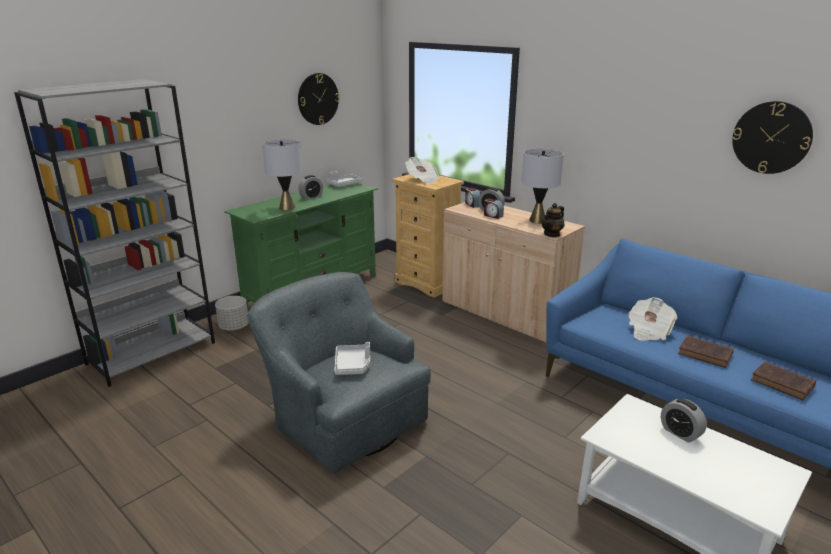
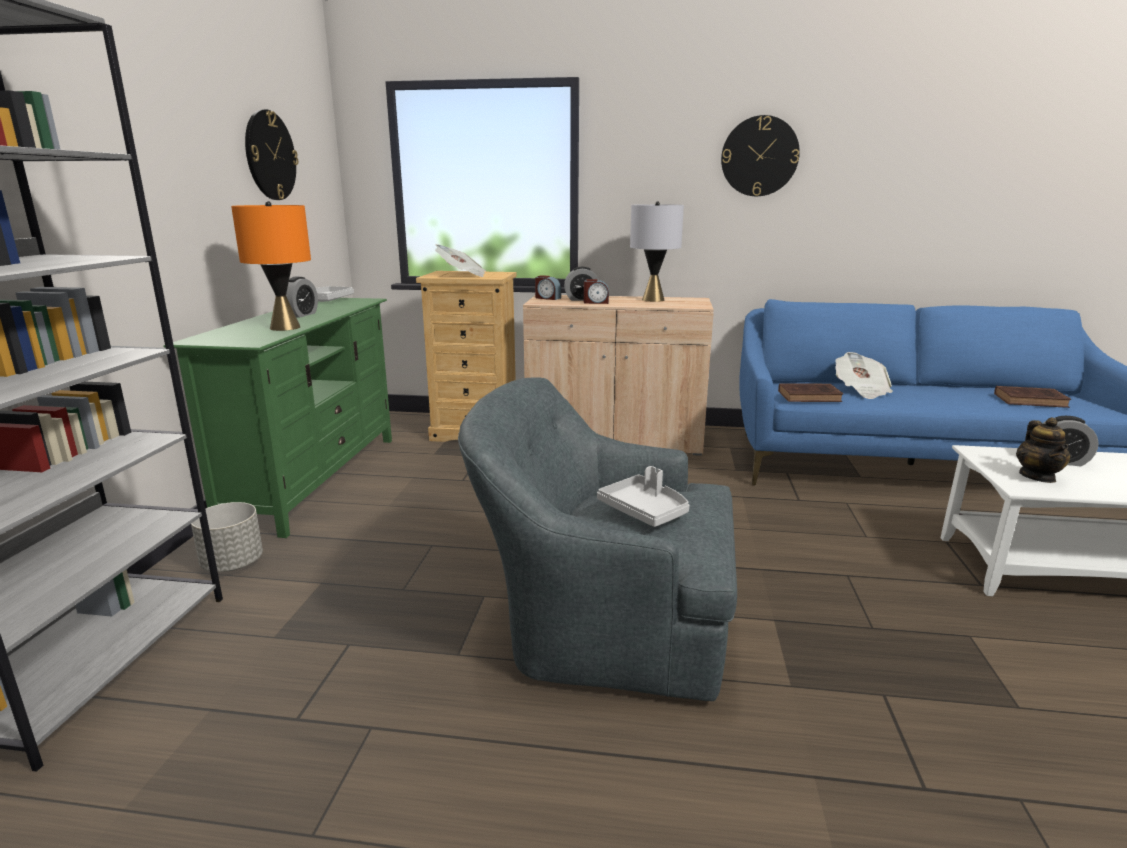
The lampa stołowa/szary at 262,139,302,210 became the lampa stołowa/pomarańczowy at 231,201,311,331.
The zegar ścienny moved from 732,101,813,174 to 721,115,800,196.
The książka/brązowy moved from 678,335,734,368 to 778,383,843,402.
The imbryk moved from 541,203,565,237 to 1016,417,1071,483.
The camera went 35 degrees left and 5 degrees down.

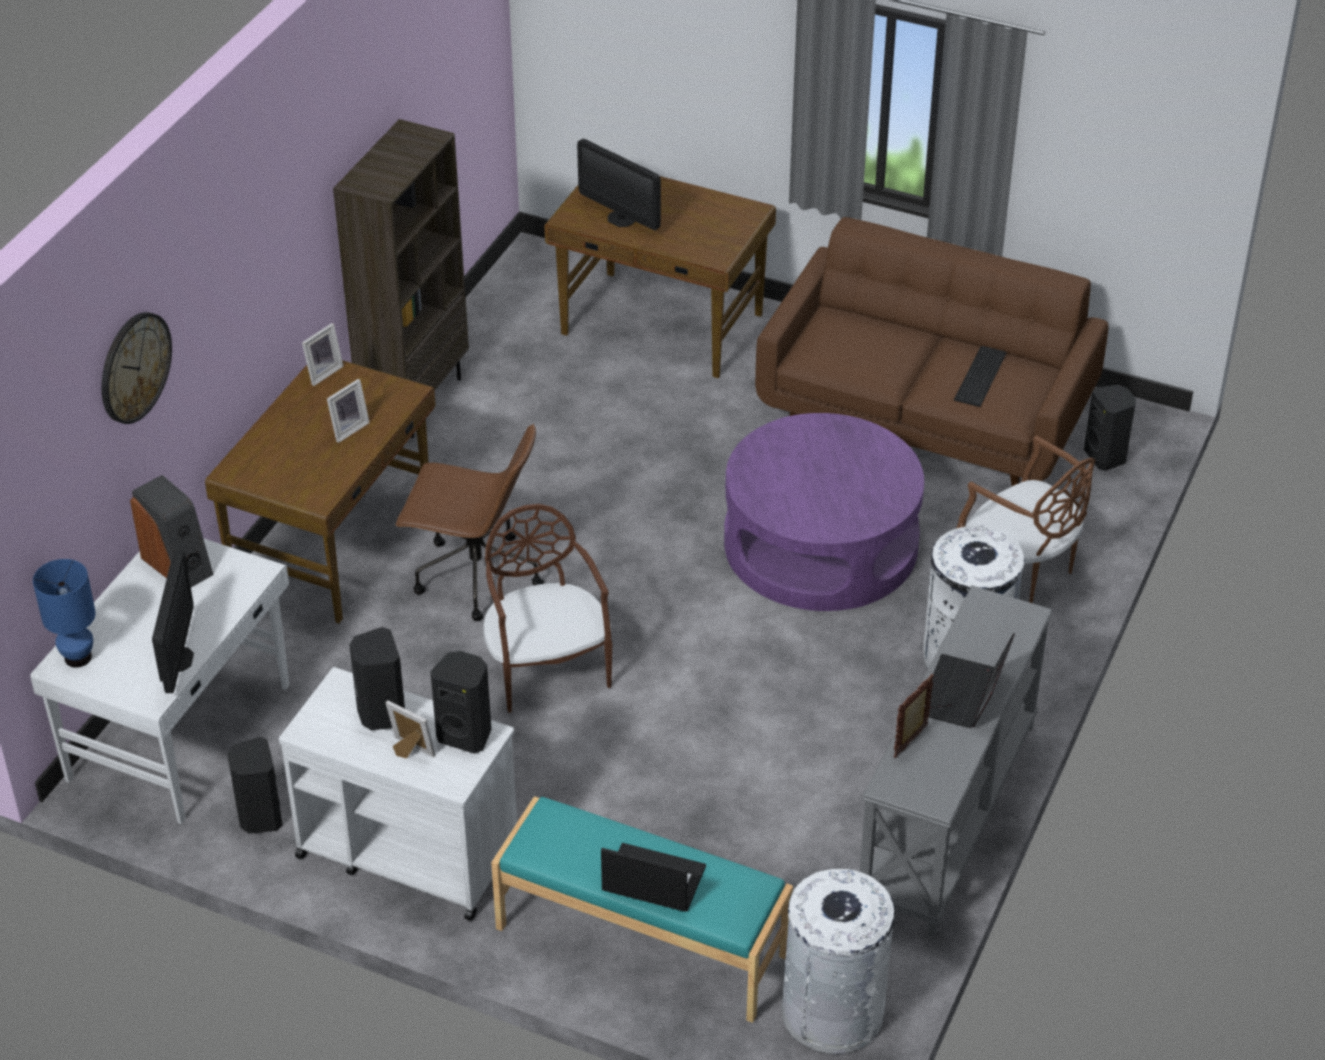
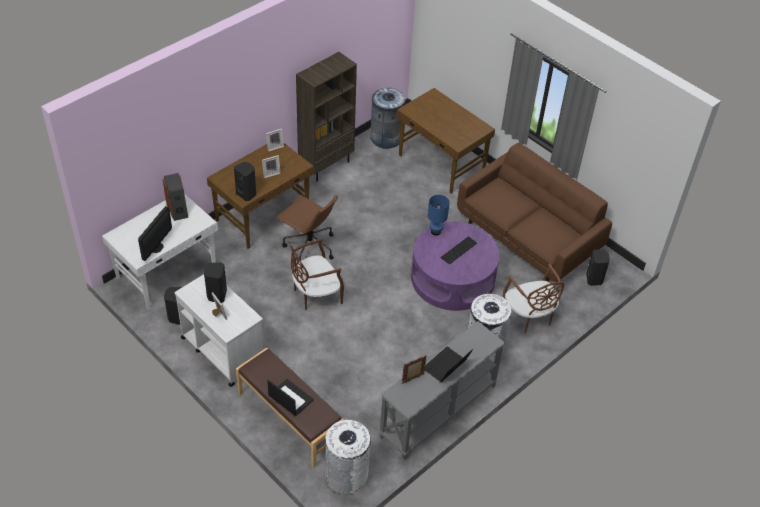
The głośnik/czarny moved from 430,651,491,754 to 234,162,256,201.
The ławka/turkusowy at 491,796,793,1023 became the ławka/brązowy at 236,348,343,468.
The krzesło/brązowy at 483,504,612,713 turned 120 degrees counterclockwise.
The kosz na śmieci/szary at 370,88,405,149 appeared.
The lampa stołowa/niebieski moved from 33,559,96,668 to 428,195,450,236.
The klawiatura moved from 954,346,1007,407 to 440,237,477,264.
The zegar ścienny at 101,312,172,424 disappeared.
The monitor at 577,139,661,230 disappeared.
The camera went 20 degrees right and 5 degrees up.

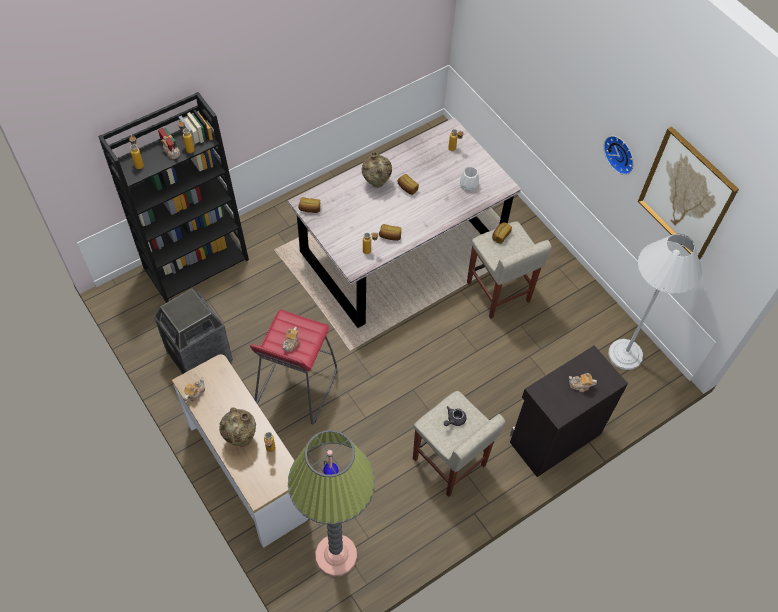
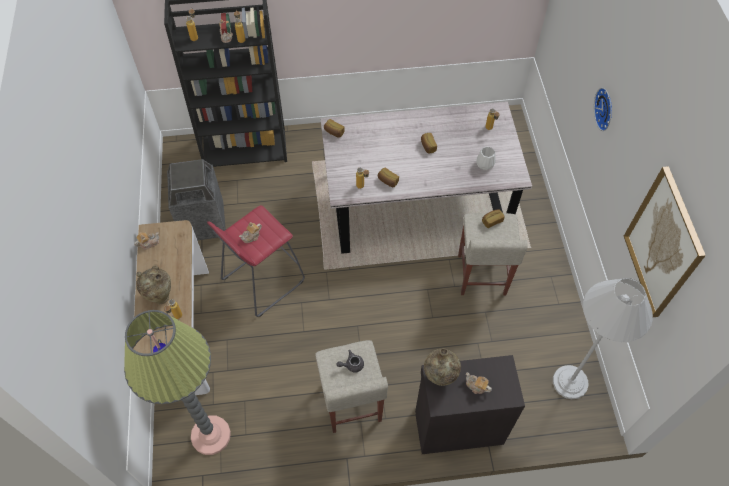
The wazon/beżowy moved from 362,152,392,188 to 424,348,461,386.
The zegar ścienny moved from 604,136,634,175 to 594,88,612,131.
The camera went 30 degrees right and 0 degrees up.

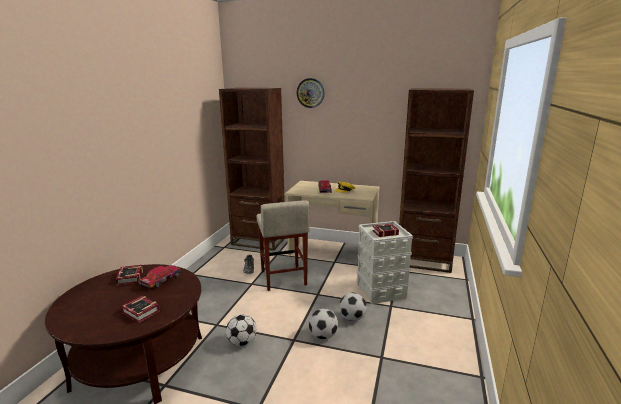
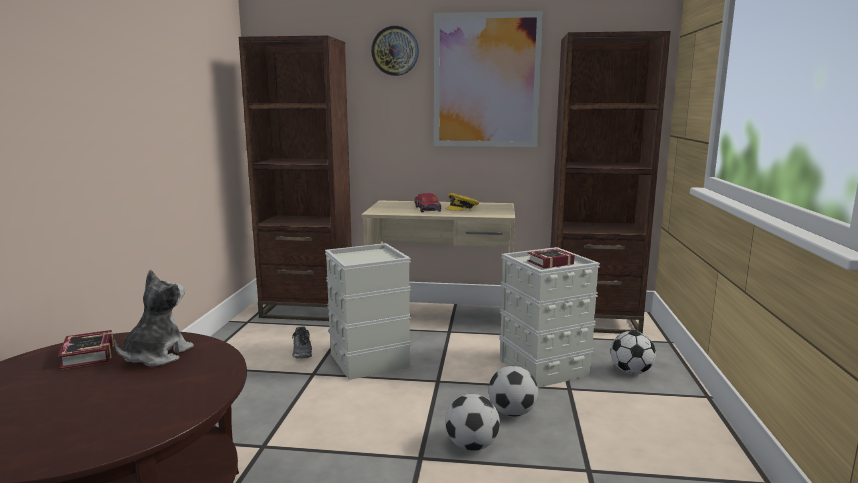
The samochodzik at 138,265,181,289 was replaced by the pluszak at 114,270,194,367.
The stołek/beżowy at 257,200,310,291 was replaced by the pojemnik do przechowywania/szary at 325,243,412,380.
The obraz at 434,11,543,147 appeared.
The piłka futbolowa moved from 226,314,257,346 to 611,331,656,374.
The książka at 120,295,160,323 disappeared.
The camera went 10 degrees left and 5 degrees down.

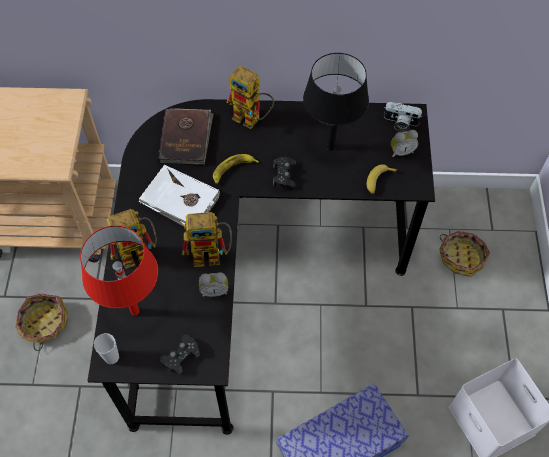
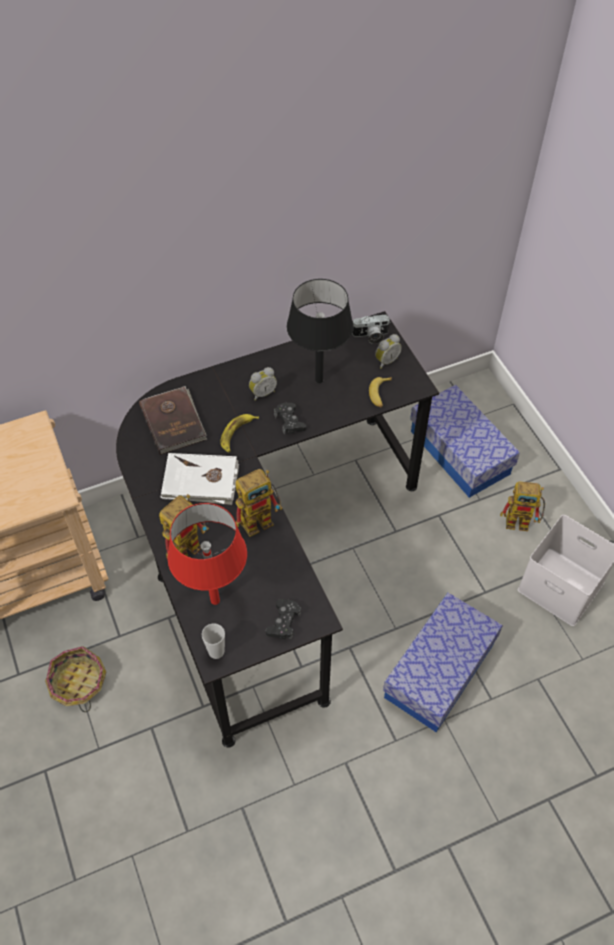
The budzik moved from 199,272,228,297 to 249,367,277,401.
The koszyk at 439,231,490,277 was replaced by the pojemnik do przechowywania at 410,385,520,498.
The robot zabawkowy moved from 226,66,274,129 to 500,481,545,531.
The camera went 25 degrees left and 5 degrees down.

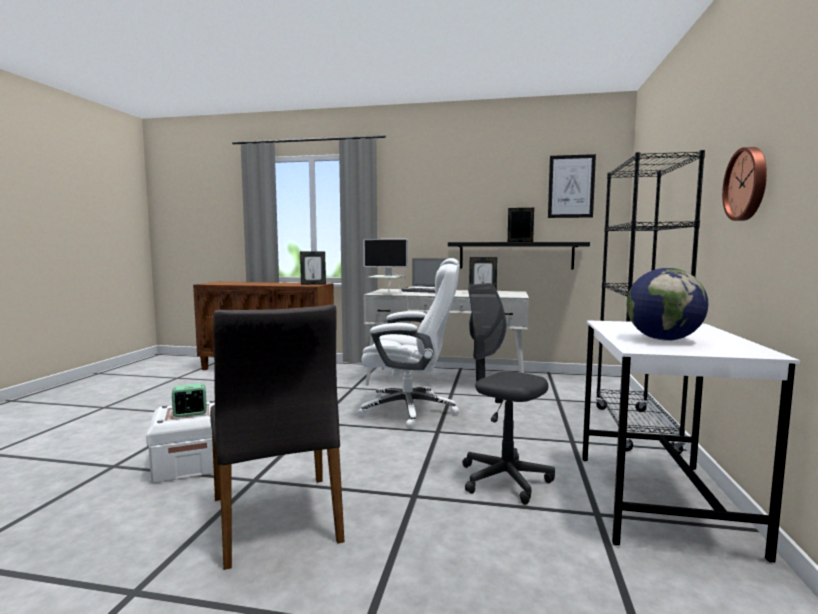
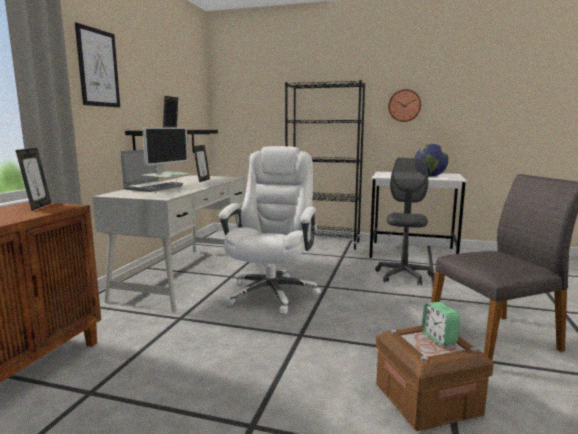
The obraz moved from 548,154,596,218 to 75,23,120,107.
The krzesło biurowe/szary at 463,283,555,505 turned 150 degrees clockwise.
The pojemnik do przechowywania/biały at 146,400,215,483 became the pojemnik do przechowywania/brązowy at 376,326,494,431.
The camera went 85 degrees left and 5 degrees up.

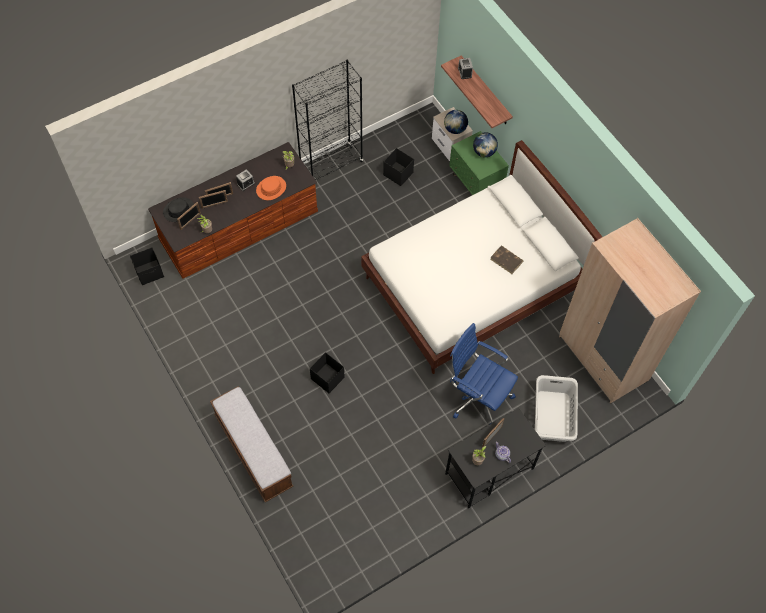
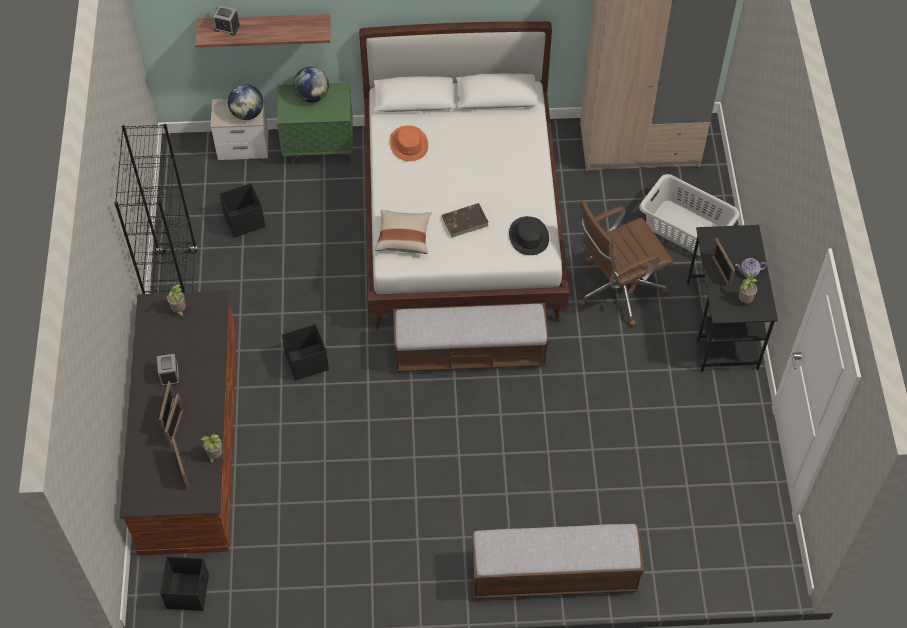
The pojemnik do przechowywania/czarny moved from 310,352,345,393 to 282,324,329,381.
The poduszka/beżowy at 375,210,431,254 appeared.
The kapelusz/pomarańczowy moved from 256,176,286,200 to 390,125,428,161.
The ławka at 393,303,549,372 appeared.
The książka/brązowy moved from 490,245,524,274 to 442,203,489,238.
The kapelusz/czarny moved from 163,197,194,222 to 509,216,549,255.
The krzesło biurowe/niebieski at 450,323,518,424 became the krzesło biurowe/brązowy at 579,199,673,328.
The camera went 60 degrees left and 5 degrees down.

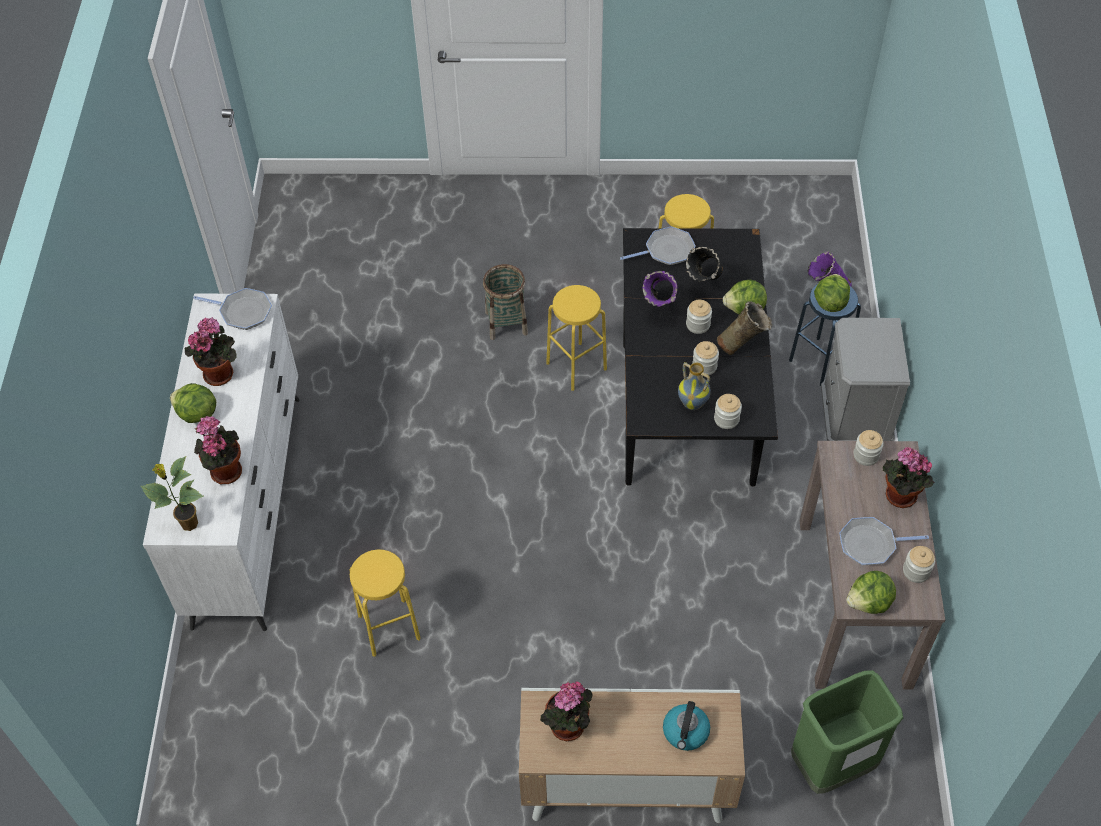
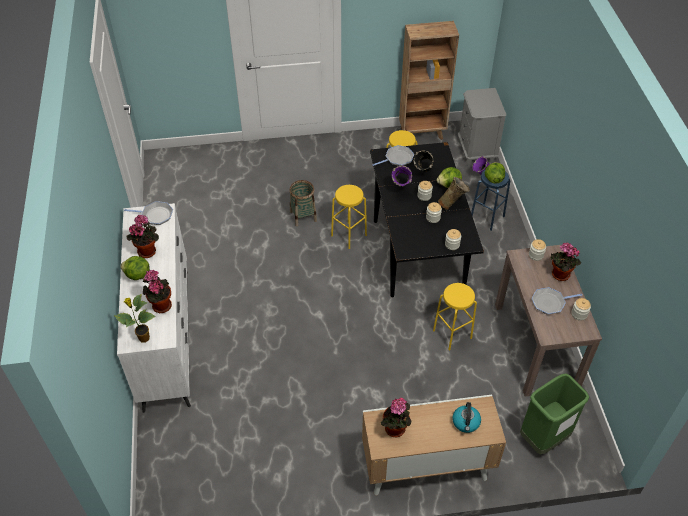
The regał/brązowy at 399,21,459,140 appeared.
The stołek/żółty moved from 349,549,421,657 to 433,283,477,350.
The szafka nocna/szary moved from 821,318,910,441 to 458,88,506,166.
The wazon at 678,362,711,410 disappeared.
The sałata at 846,571,896,614 disappeared.
The camera went 10 degrees left and 5 degrees down.

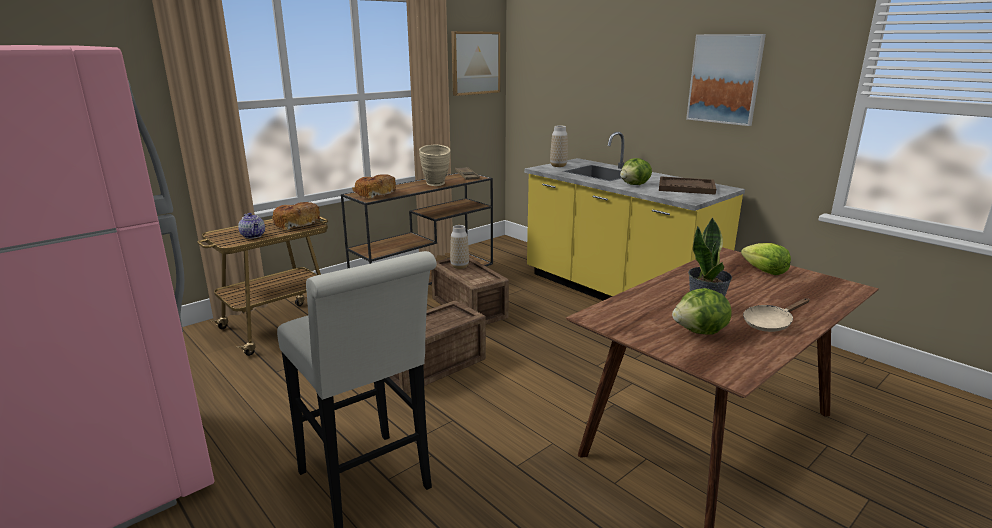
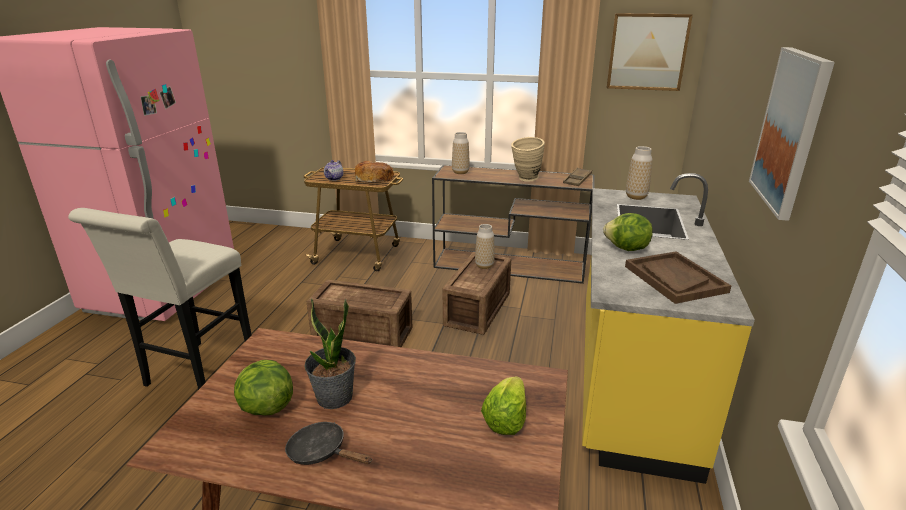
The patelnia/beżowy at 743,298,810,332 became the patelnia/czarny at 285,422,372,465.
The chleb at 352,174,396,199 was replaced by the wazon at 452,132,470,174.
The camera went 55 degrees right and 5 degrees up.

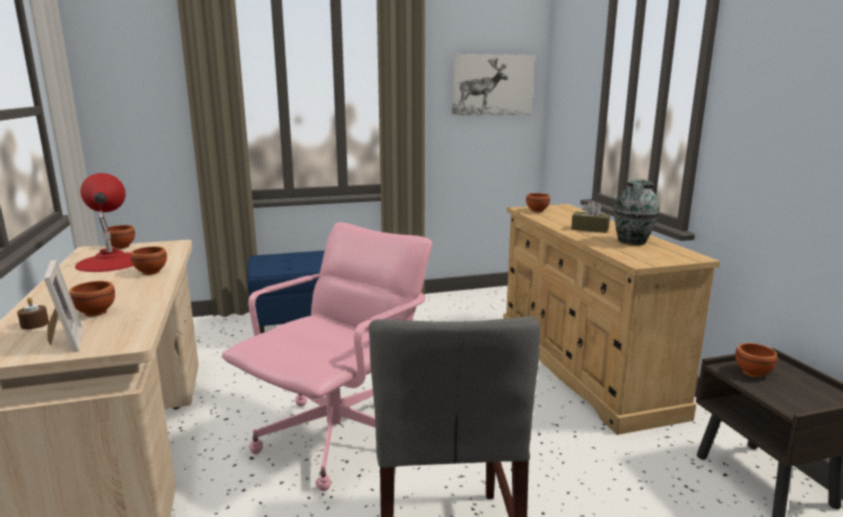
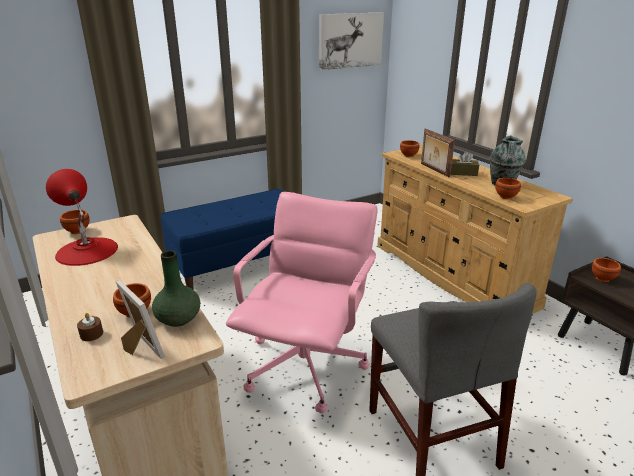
The wazon/zielony at 152,251,200,327 appeared.
The ramka na zdjęcie at 421,128,455,178 appeared.
The miska/brązowy moved from 131,247,167,275 to 495,178,521,199.
The camera went 15 degrees left and 10 degrees up.

